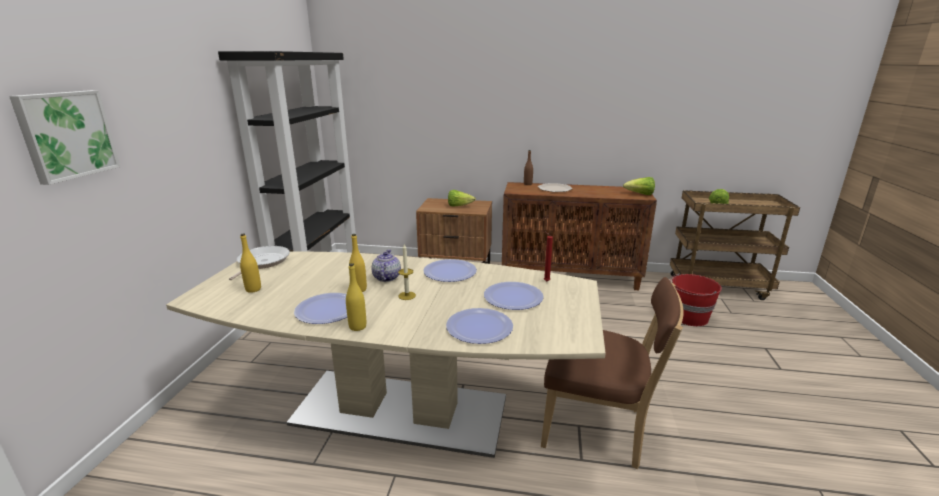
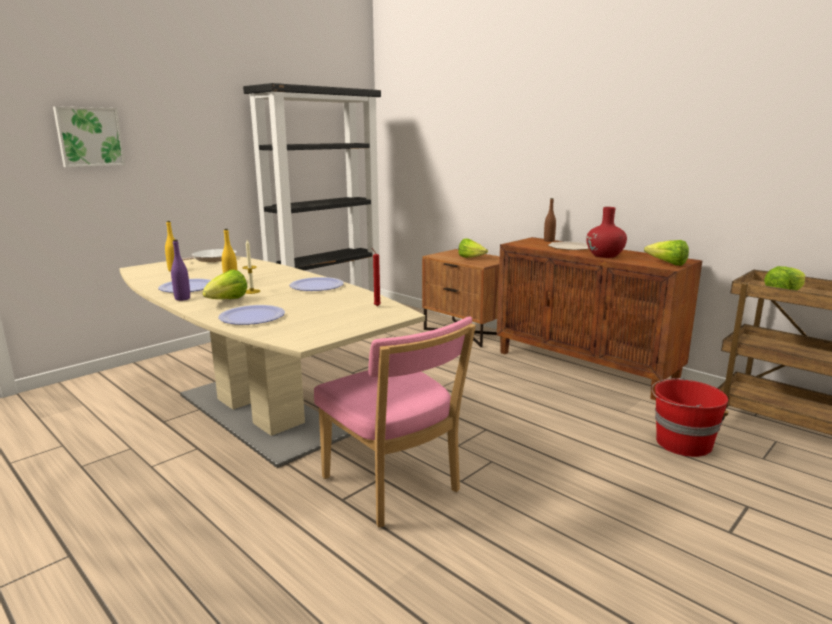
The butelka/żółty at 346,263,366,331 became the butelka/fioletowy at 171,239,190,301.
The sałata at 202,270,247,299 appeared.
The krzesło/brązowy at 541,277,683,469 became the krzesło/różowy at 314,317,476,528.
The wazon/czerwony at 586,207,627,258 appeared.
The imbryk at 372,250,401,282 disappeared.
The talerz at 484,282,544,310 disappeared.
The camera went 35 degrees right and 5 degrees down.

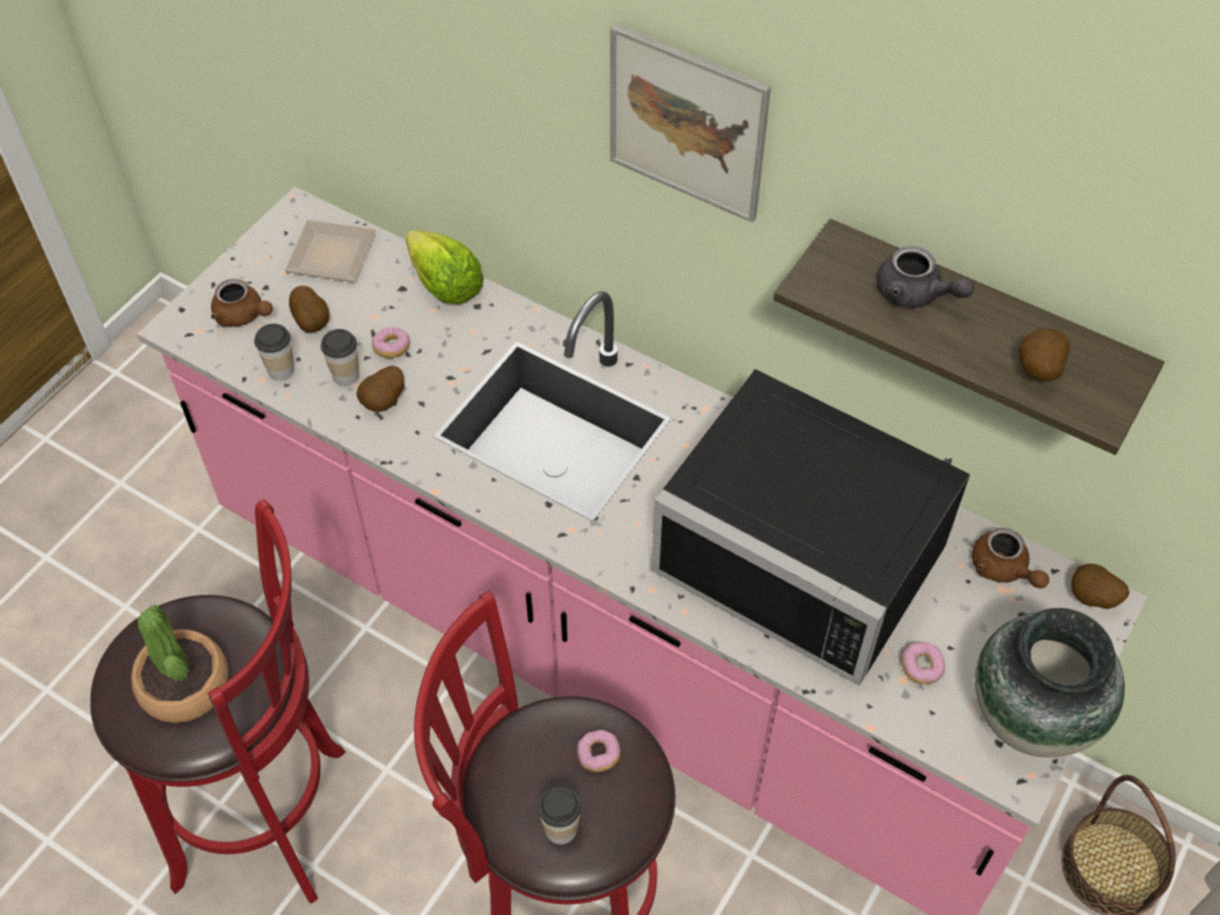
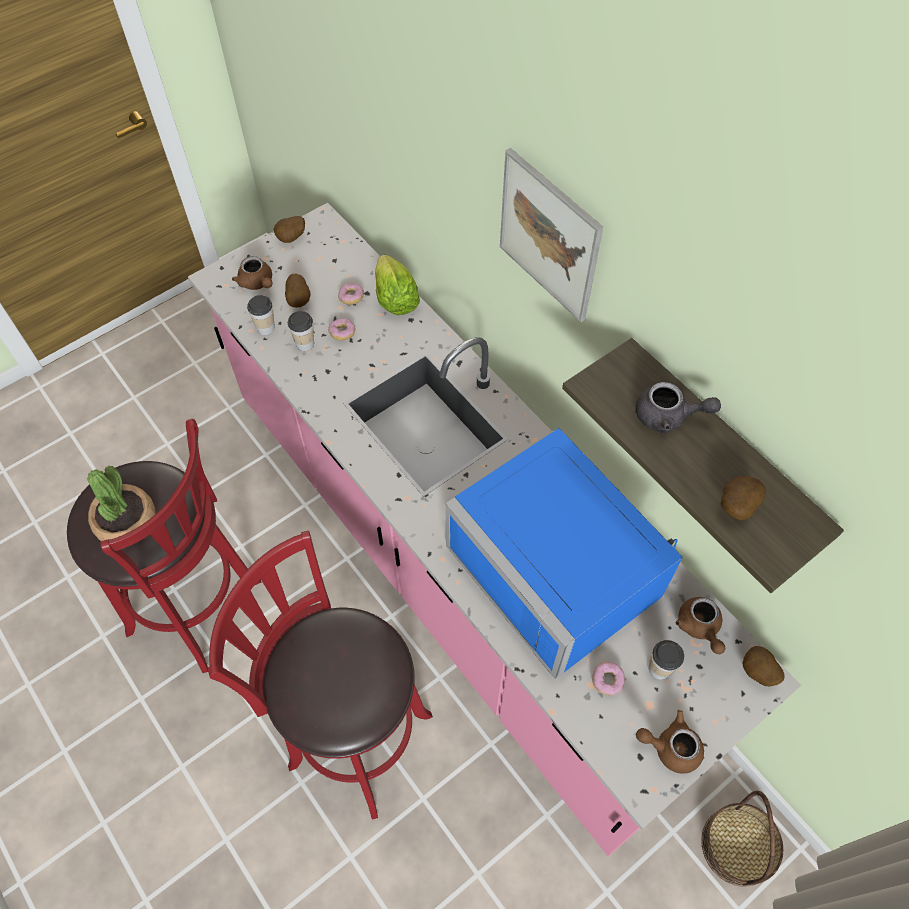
The ziemniak moved from 357,366,404,412 to 273,216,305,243.
The donut moved from 577,730,620,772 to 338,283,364,305.
The mikrofalówka/czarny at 651,369,970,686 became the mikrofalówka/niebieski at 445,428,683,679.
The imbryk/szary at 877,246,974,308 turned 45 degrees counterclockwise.
The wazon at 975,608,1125,758 was replaced by the imbryk/brązowy at 636,710,704,774.
The filiżanka moved from 538,786,581,844 to 648,640,684,679.
The talerz at 285,220,376,282 disappeared.
The camera went 20 degrees right and 5 degrees up.

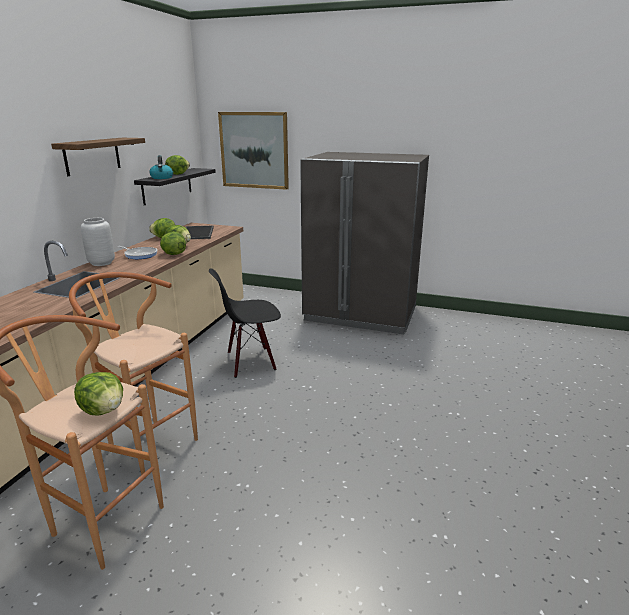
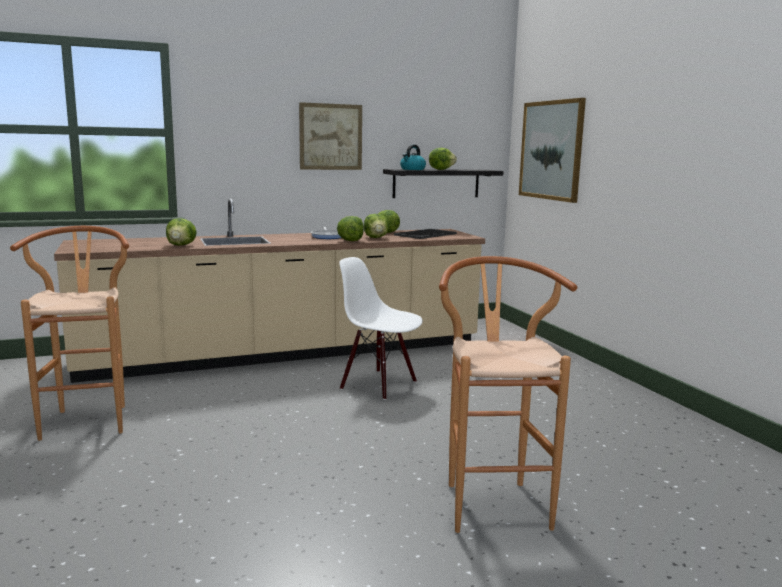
The sałata moved from 74,372,123,415 to 166,218,197,246.
The półka at 51,138,145,176 was replaced by the obraz at 299,102,362,170.
The krzesło/czarny at 209,268,281,378 became the krzesło/biały at 339,257,423,400.
The stołek/brązowy moved from 69,272,198,475 to 439,256,577,533.
The wazon/szary at 81,218,115,266 disappeared.
The lodówka/szary at 300,152,429,334 disappeared.
The camera went 50 degrees right and 10 degrees down.

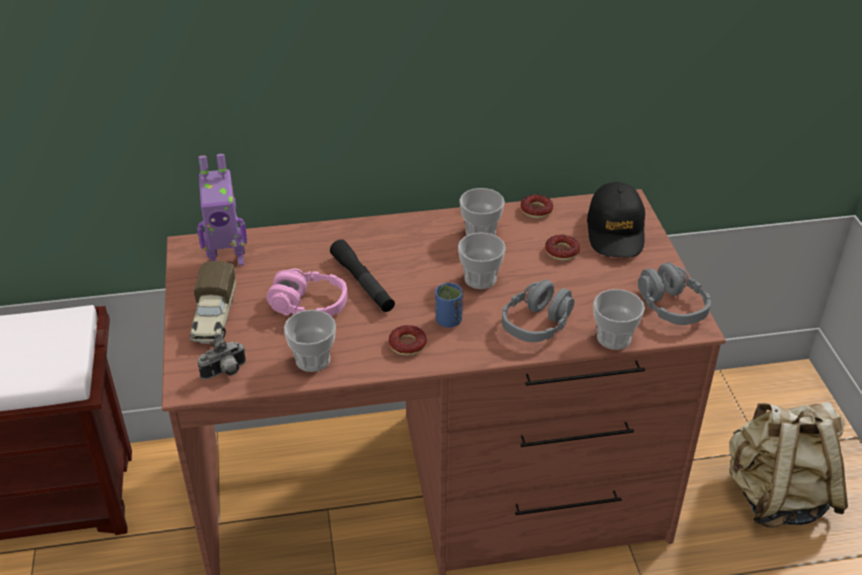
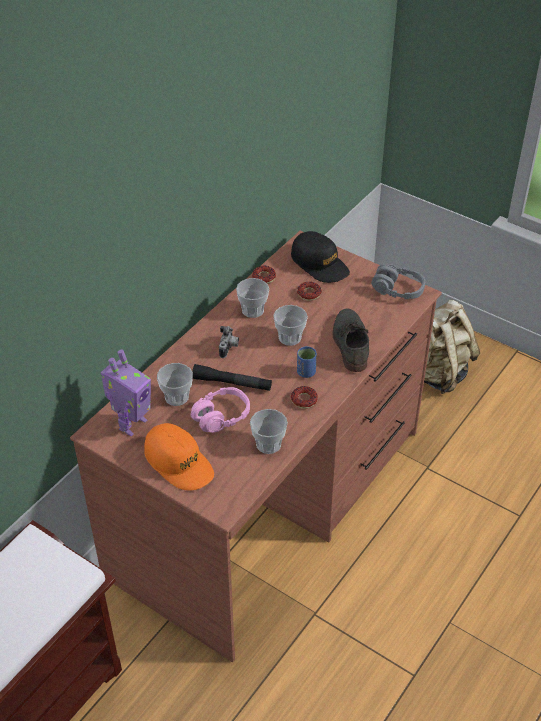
The ciężarówka zabawkowa at 190,261,236,344 was replaced by the czapka z daszkiem/pomarańczowy at 144,423,214,490.
The filiżanka moved from 593,289,645,350 to 157,363,193,406.
The aparat fotograficzny moved from 197,334,246,380 to 219,326,239,358.
The słuchawki/szary at 502,279,575,342 was replaced by the but/szary at 332,309,369,372.
The camera went 45 degrees left and 5 degrees up.

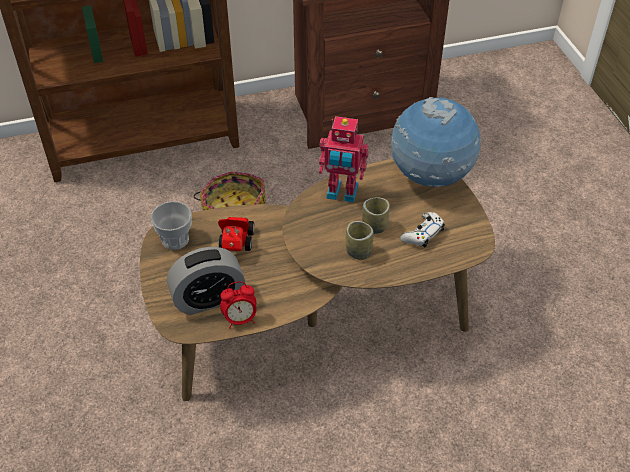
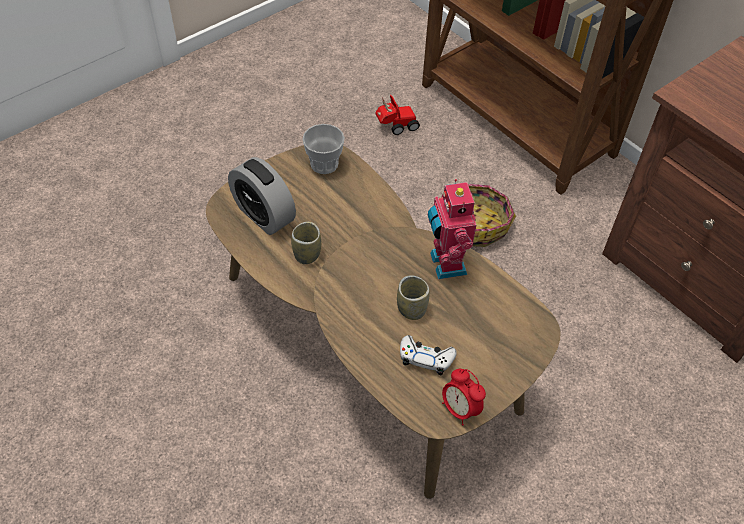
The filiżanka moved from 345,221,373,260 to 291,222,321,264.
The samochodzik moved from 218,217,254,251 to 376,95,420,135.
The budzik moved from 220,281,256,328 to 442,369,486,426.
The globus at 391,97,481,187 disappeared.
The camera went 65 degrees right and 5 degrees up.

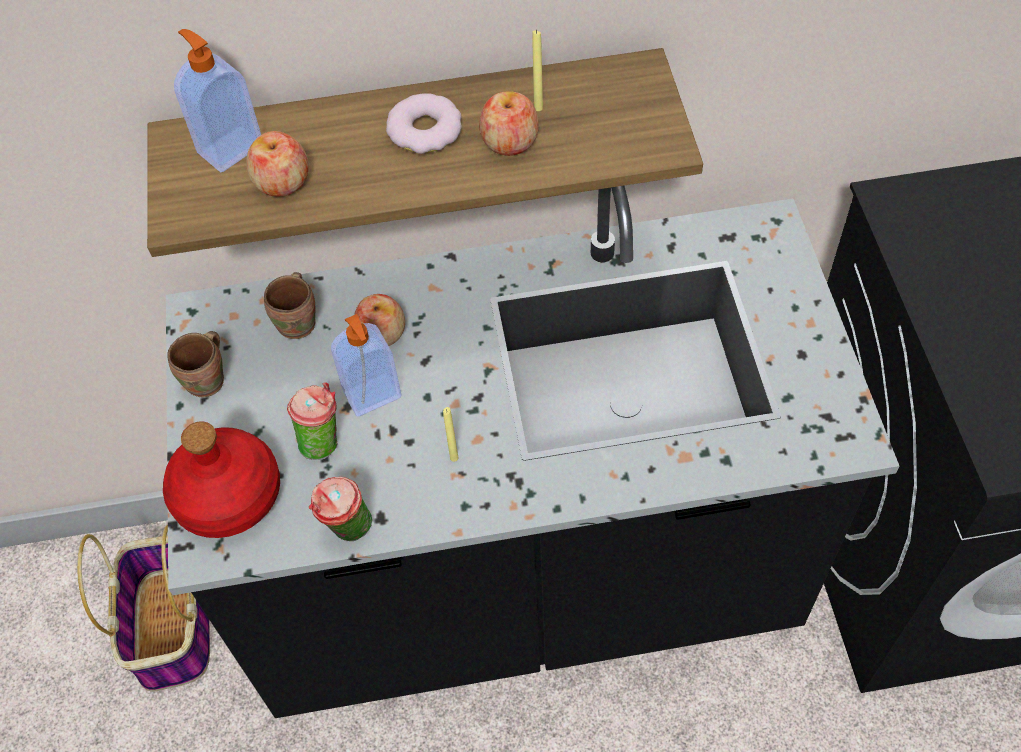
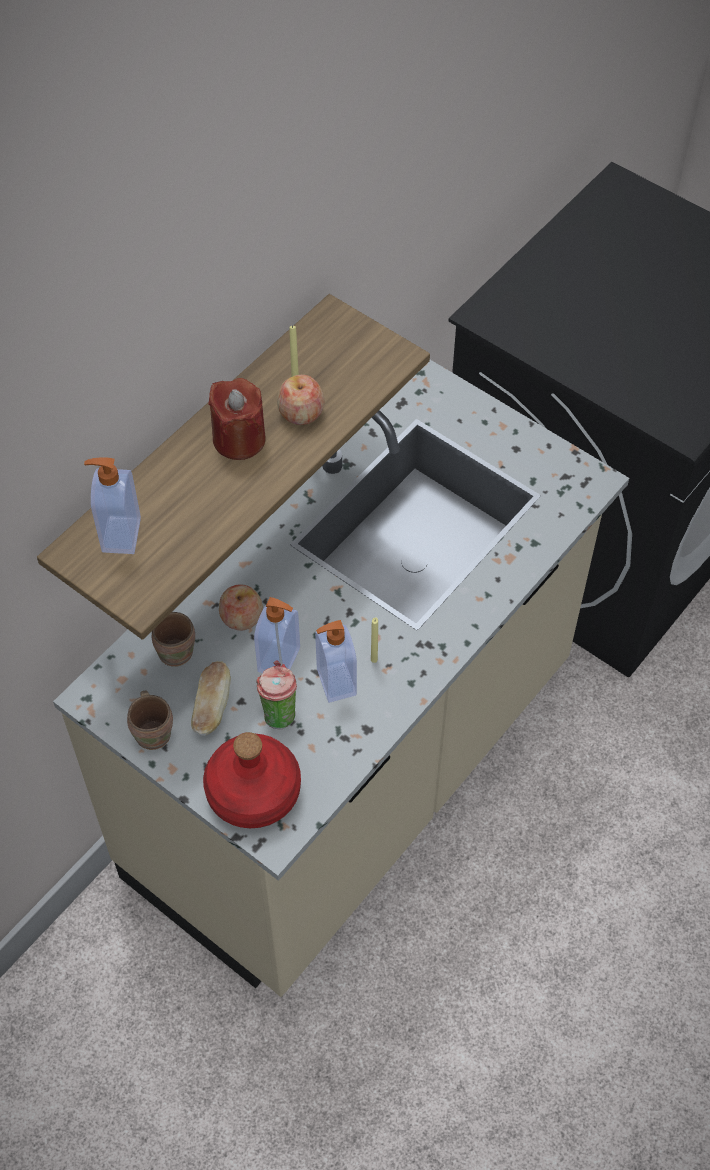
The zabudowa kuchenna/czarny at 166,186,899,718 became the zabudowa kuchenna/beżowy at 53,360,629,997.
The chleb at 191,661,231,736 appeared.
The donut at 386,93,462,154 was replaced by the świeca/czerwony at 208,378,266,460.
The dozownik mydła at 315,620,357,703 appeared.
The koszyk at 77,525,210,691 disappeared.
The jabłko at 246,131,309,197 disappeared.
The filiżanka at 309,477,372,541 disappeared.
The camera went 45 degrees left and 0 degrees up.

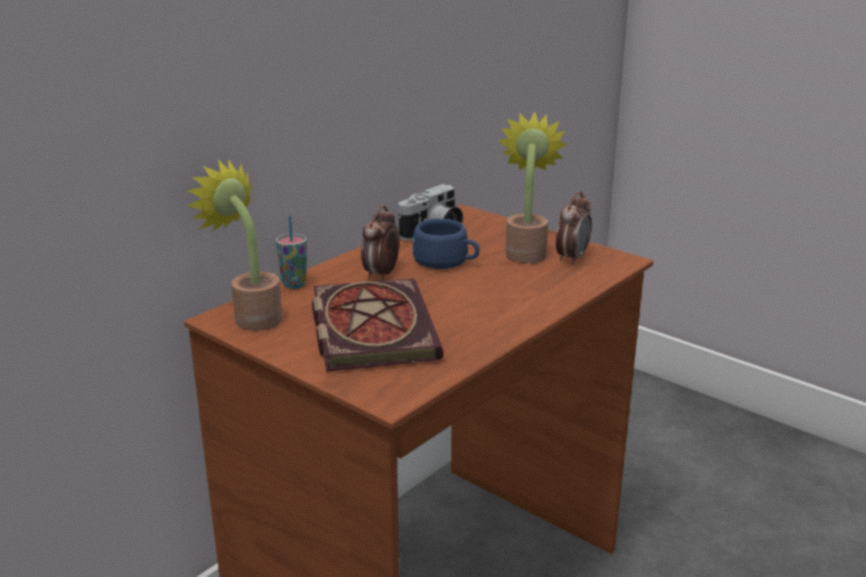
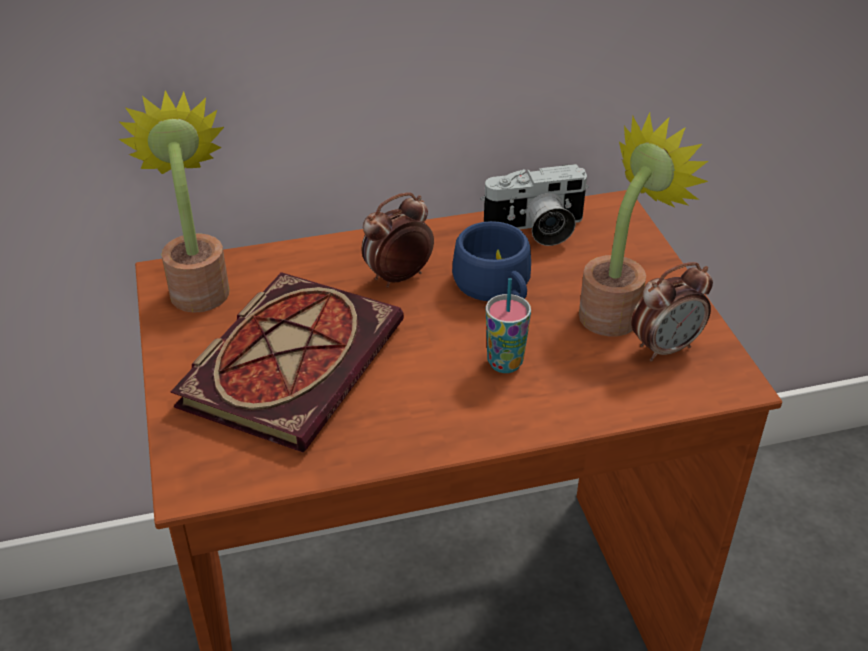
The filiżanka moved from 276,215,307,289 to 486,278,531,373.
The camera went 35 degrees right and 15 degrees up.

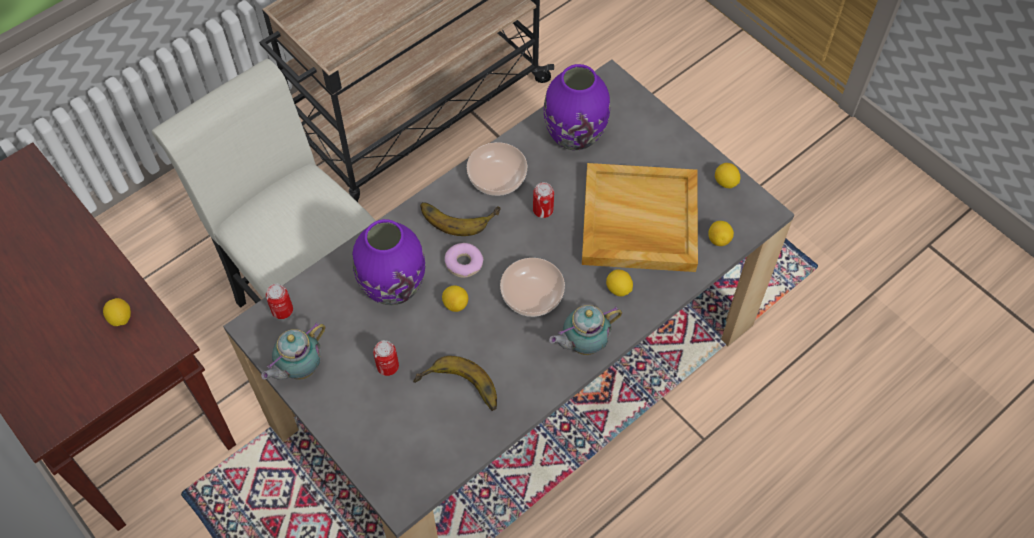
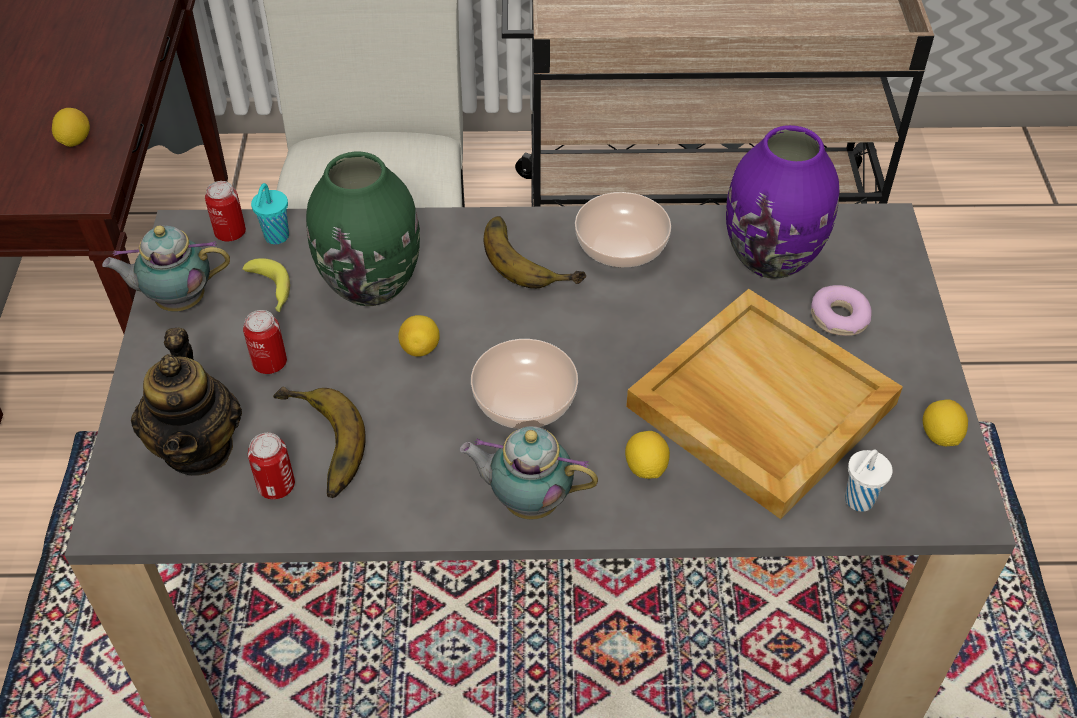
The imbryk at 131,328,242,476 appeared.
The banan at 242,258,290,312 appeared.
The puszka moved from 533,182,554,218 to 248,433,295,499.
The filiżanka/turkusowy at 251,183,289,244 appeared.
The wazon/fioletowy at 352,219,425,305 became the wazon/zielony at 306,152,420,306.
The donut moved from 445,243,483,278 to 811,285,872,336.
The cytryna at 708,221,734,246 was replaced by the filiżanka/biały at 845,449,893,512.
The camera went 40 degrees right and 10 degrees down.

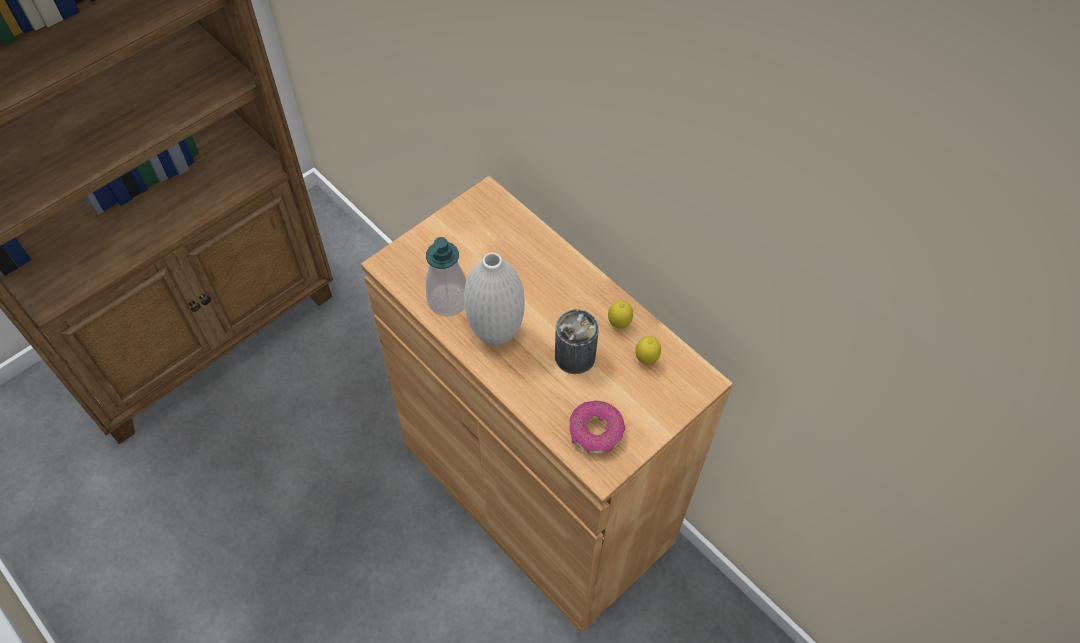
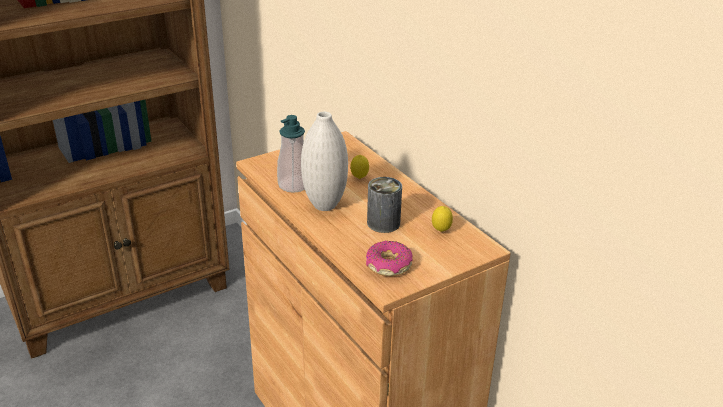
The cytryna moved from 608,300,633,328 to 350,155,369,179.
The camera went 10 degrees right and 25 degrees down.

